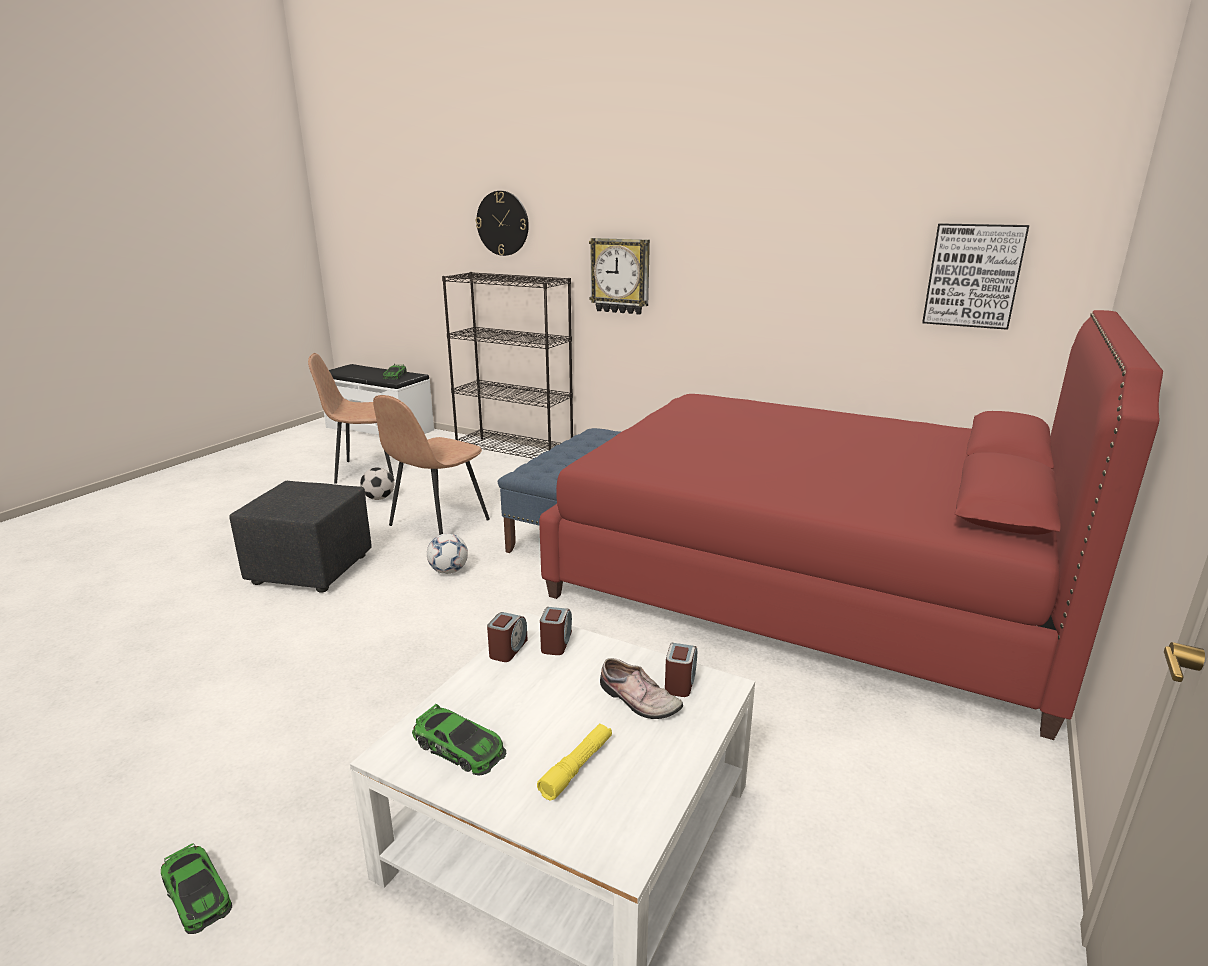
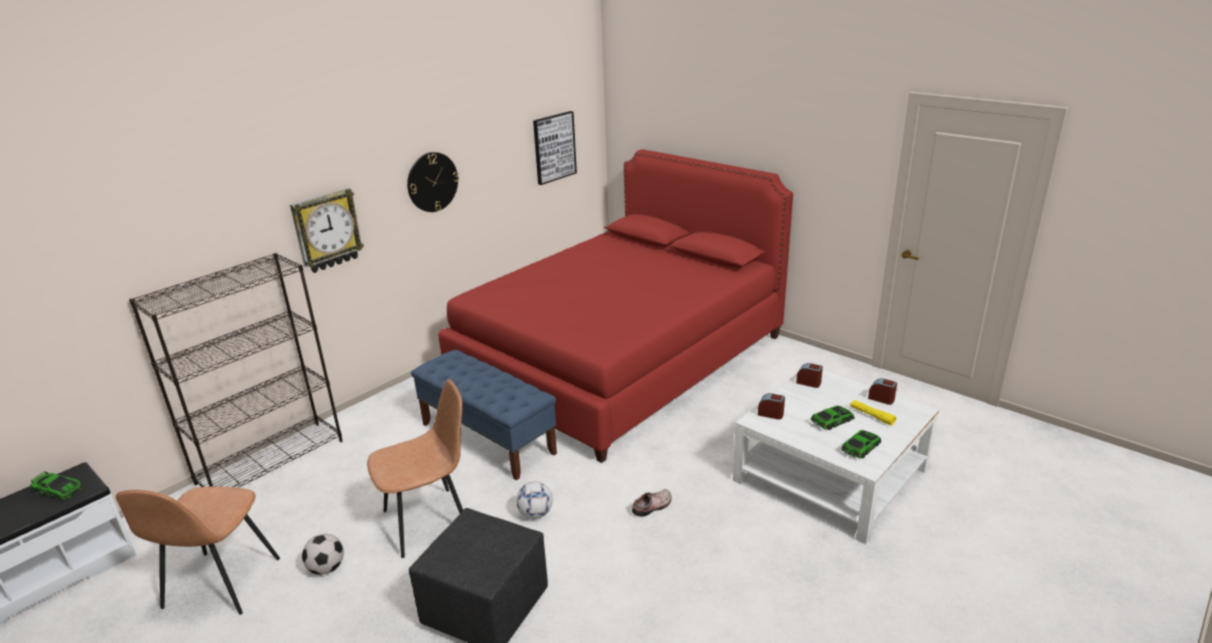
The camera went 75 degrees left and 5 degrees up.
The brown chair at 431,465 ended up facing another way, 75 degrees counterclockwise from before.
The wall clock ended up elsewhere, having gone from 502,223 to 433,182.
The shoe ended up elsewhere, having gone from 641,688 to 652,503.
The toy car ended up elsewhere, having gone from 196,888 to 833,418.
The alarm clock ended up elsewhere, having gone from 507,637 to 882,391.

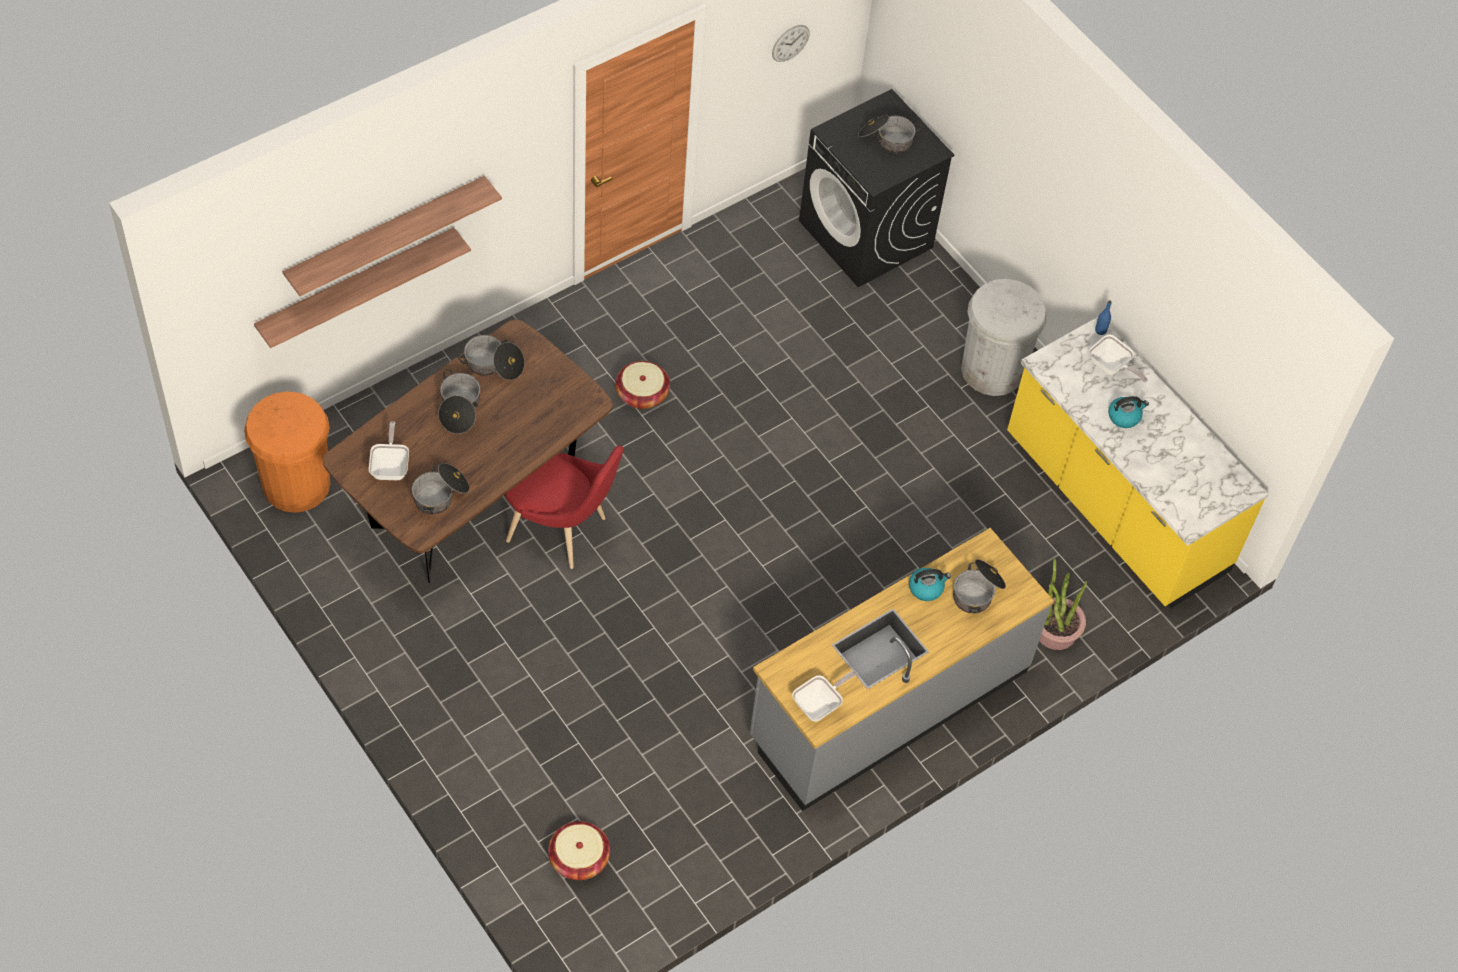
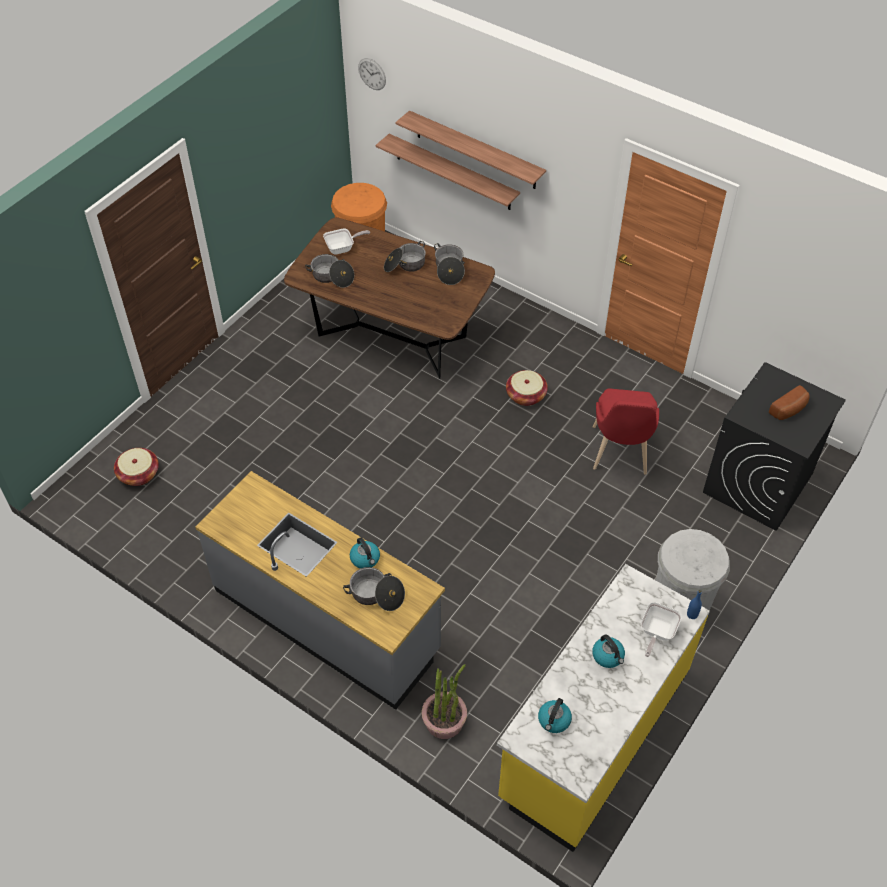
The camera went 75 degrees right and 5 degrees down.
The wall clock ended up elsewhere, having gone from 791,43 to 372,74.
The second view gained the kettle at 555,715.
The red chair ended up elsewhere, having gone from 564,507 to 626,431.
Where the cooking pot stood at 890,134, the bread came to stand at 789,402.
The second view lost the frying pan at 825,696.

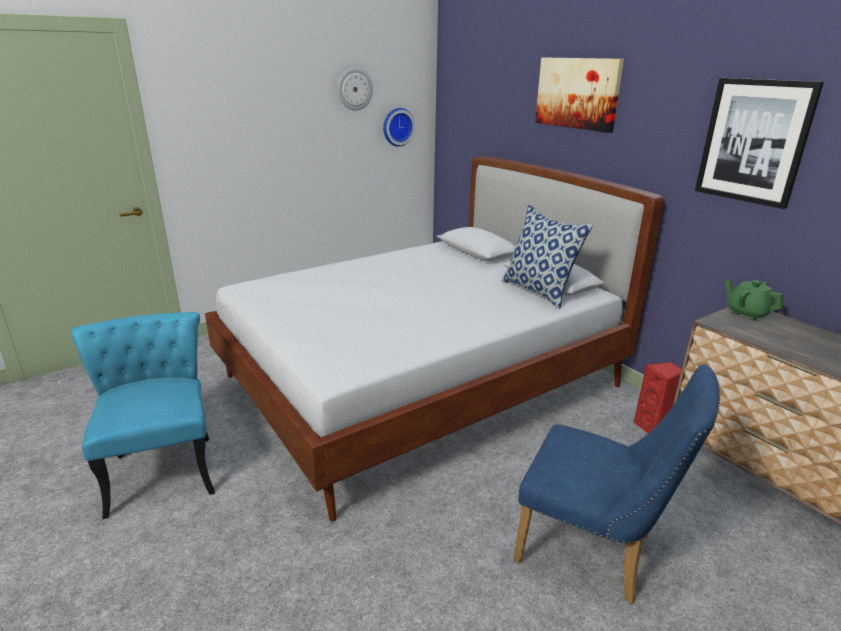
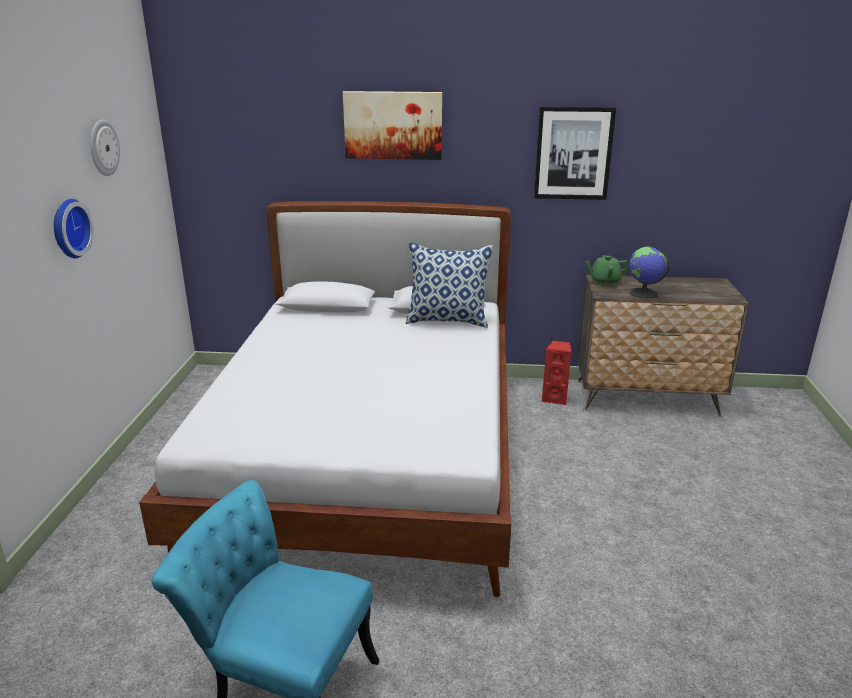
The camera went 50 degrees left and 0 degrees up.
The wall clock ended up elsewhere, having gone from 399,127 to 74,228.
The second view gained the globe at 649,273.
The second view lost the blue chair at 617,484.

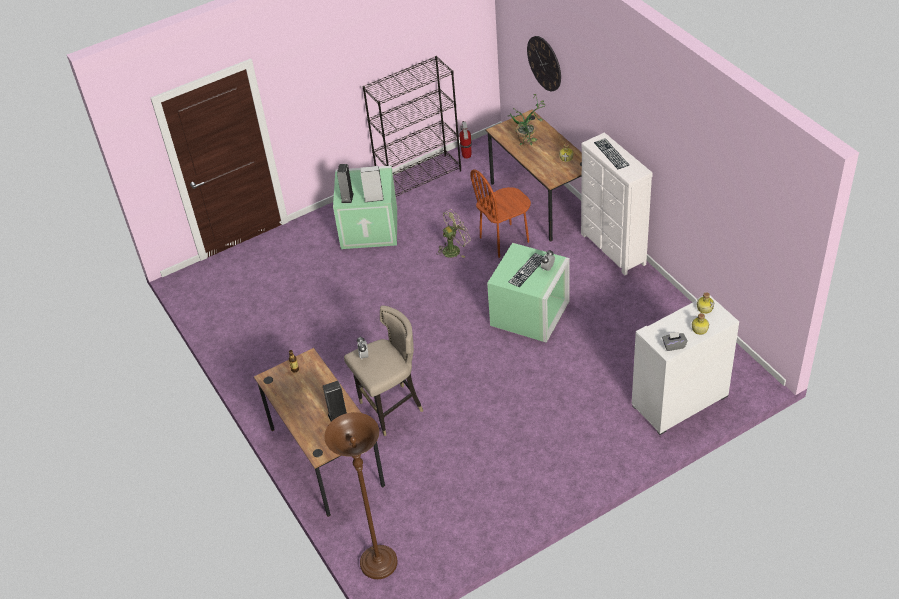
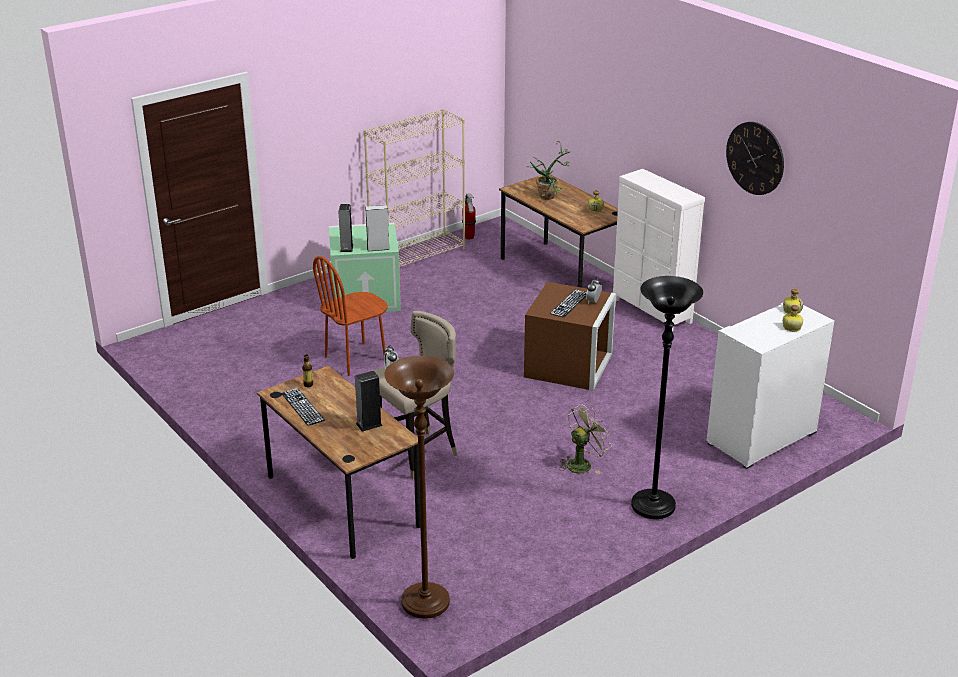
The camera went 10 degrees left and 15 degrees down.
The keyboard ended up elsewhere, having gone from 611,153 to 303,407.
The brown chair ended up elsewhere, having gone from 500,213 to 350,316.
What was the black bookcase at 411,126 turned into the beige bookcase at 414,188.
What was the green storage box at 528,293 turned into the brown storage box at 570,336.
The green fan ended up elsewhere, having gone from 454,233 to 585,439.
The second view gained the black floor lamp at 667,397.
The wall clock ended up elsewhere, having gone from 544,63 to 755,158.
The second view lost the grey tissue box at 675,341.

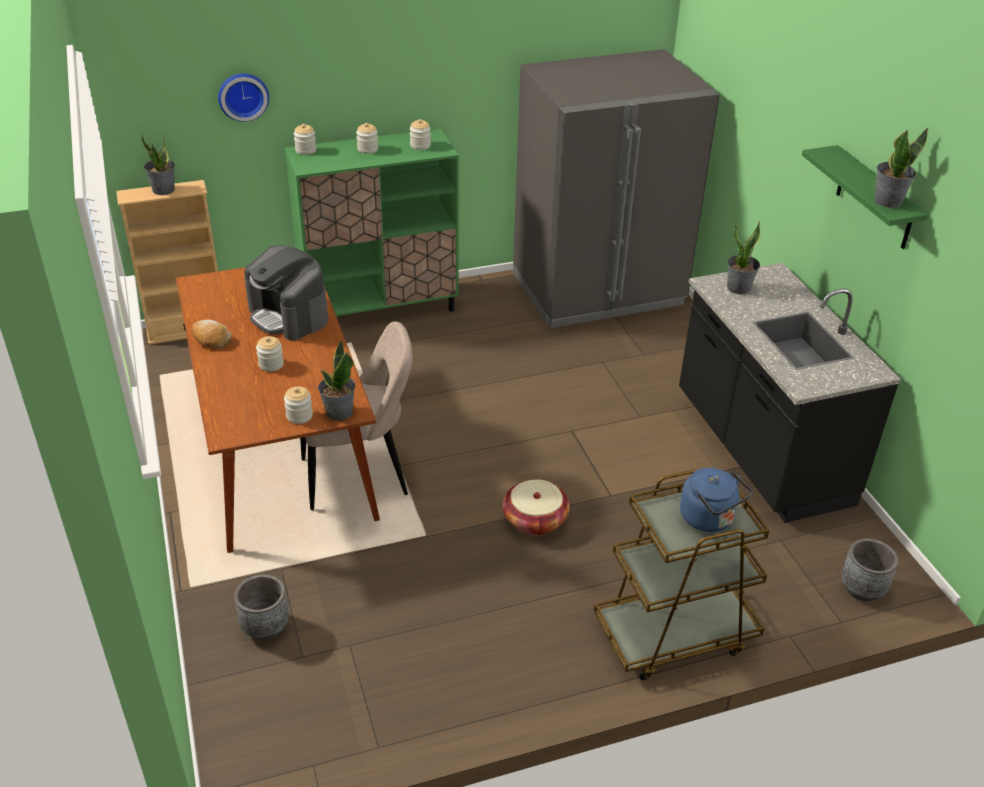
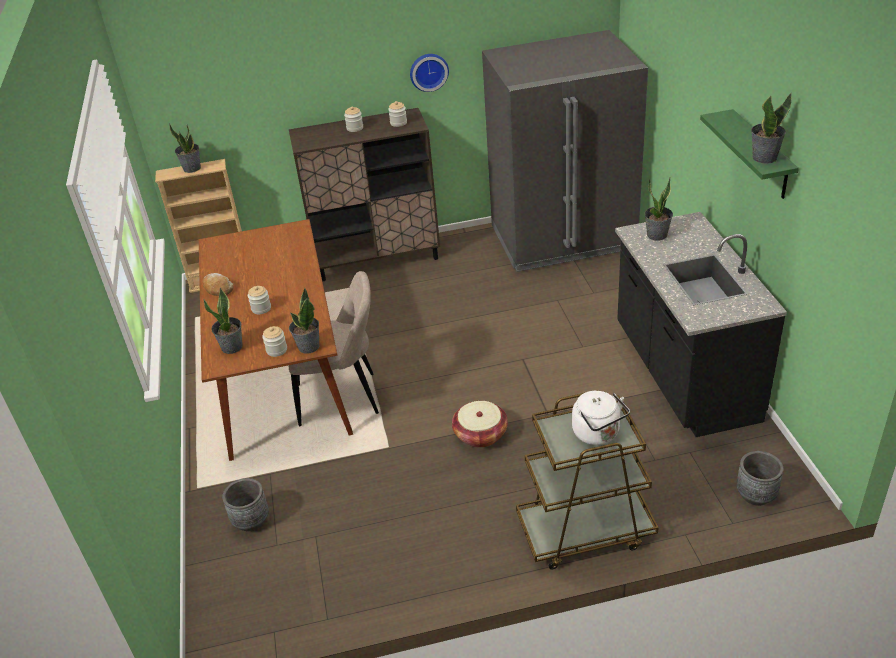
The camera went 10 degrees right and 0 degrees up.
The second view gained the potted plant at 223,320.
What was the green cabinet at 372,222 turned into the brown cabinet at 364,194.
The wall clock ended up elsewhere, having gone from 243,97 to 429,73.
What was the blue kettle at 716,500 turned into the white kettle at 601,418.
The second view lost the coffee machine at 286,292.
The second view lost the jar at 305,139.

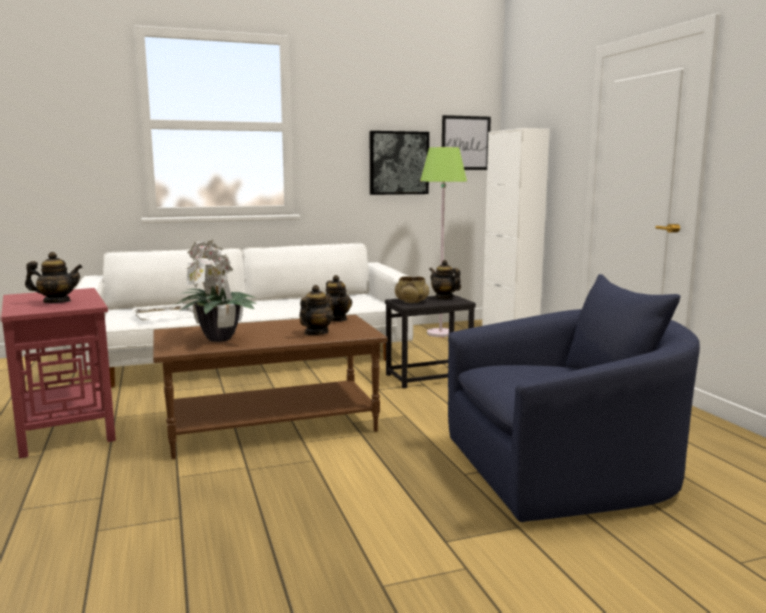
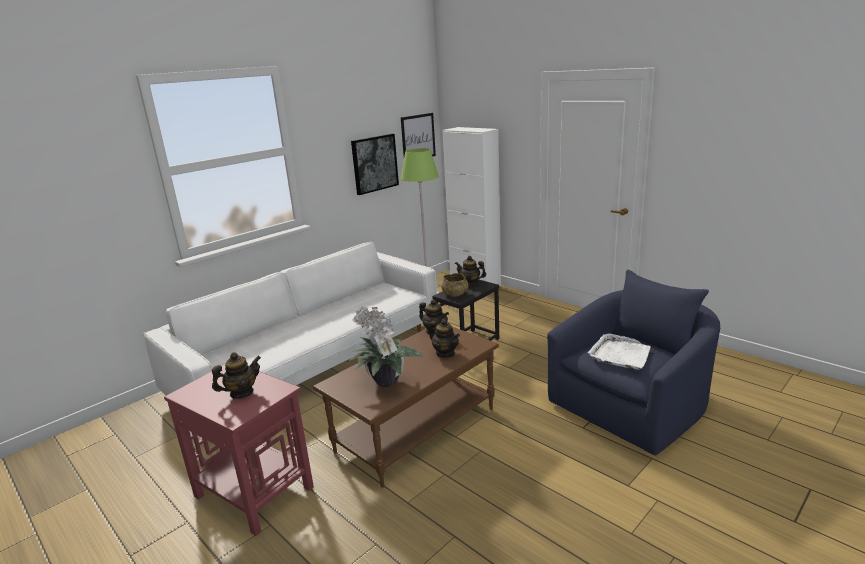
The camera went 25 degrees left and 10 degrees up.
The teapot at 316,310 ended up facing another way, 135 degrees clockwise from before.
The white tray ended up elsewhere, having gone from 163,312 to 619,351.

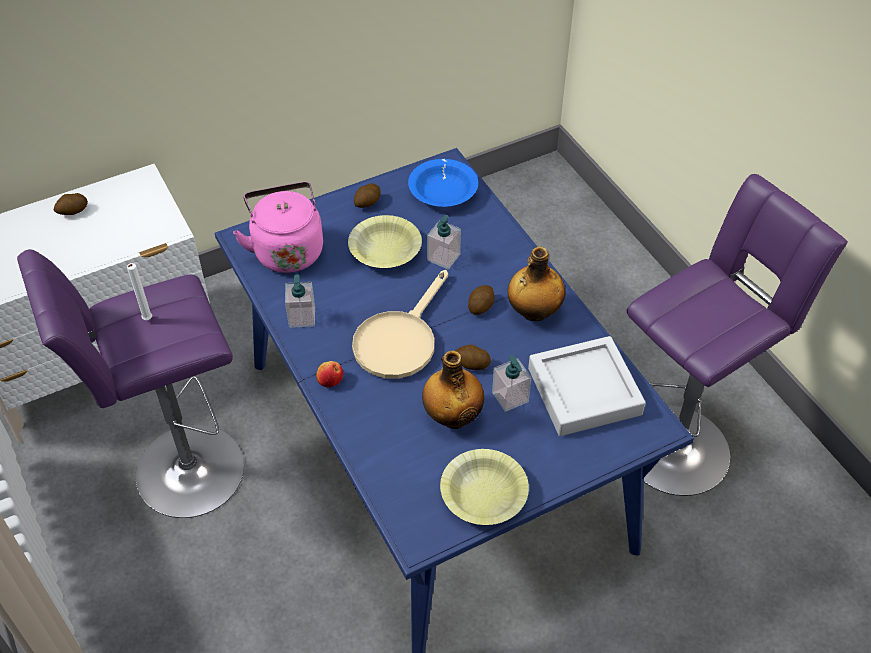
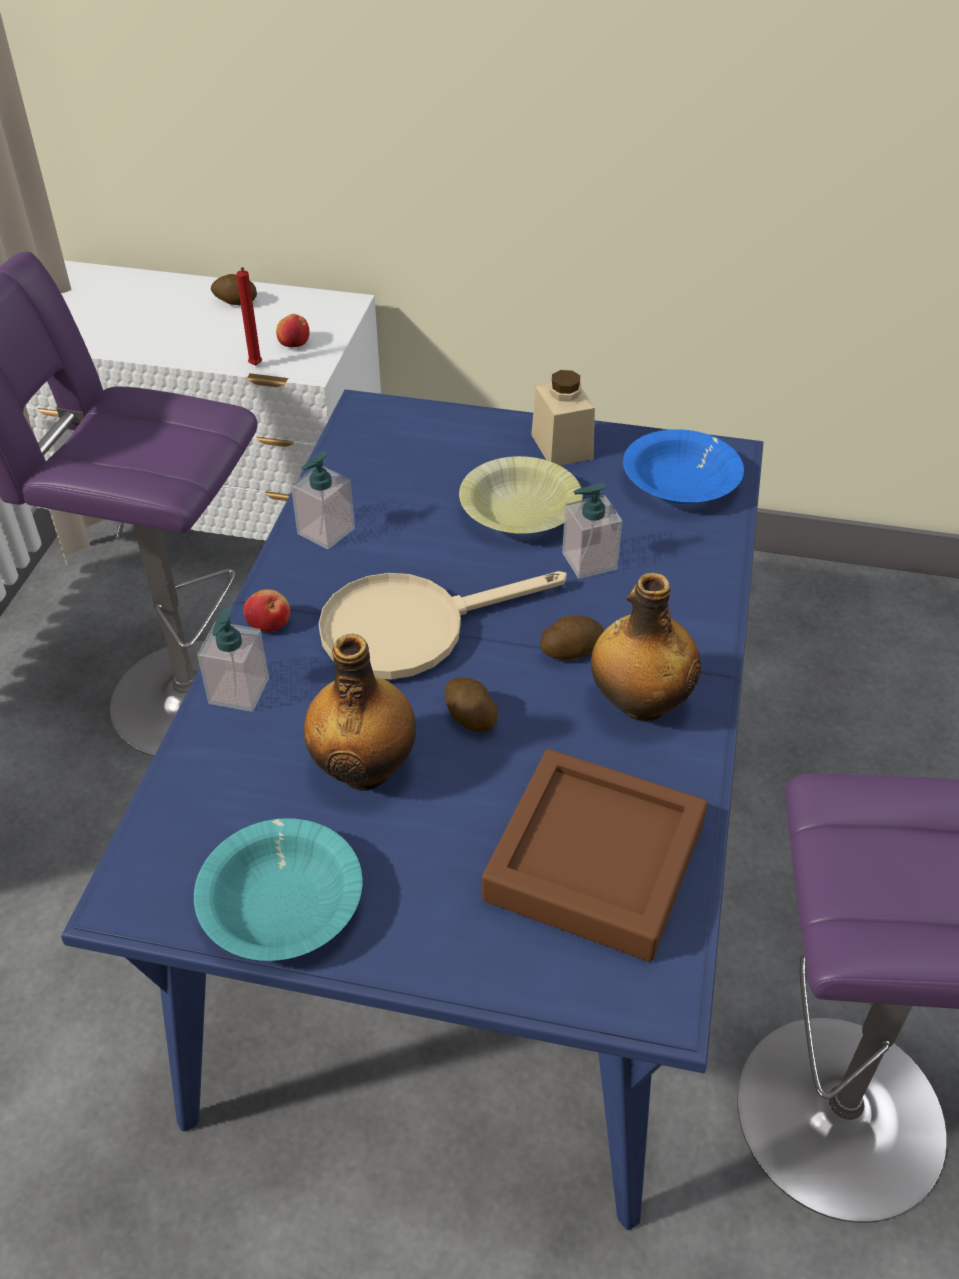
The camera went 40 degrees right and 5 degrees down.
What was the yellow bowl at 484,487 turned into the turquoise bowl at 278,889.
The soap dispenser ended up elsewhere, having gone from 511,383 to 233,660.
The second view gained the red candle at 249,316.
The second view gained the apple at 293,330.
What was the grey tray at 587,386 turned into the brown tray at 595,855.
Where the potato stood at 367,195, the beige jar came to stand at 563,417.
The second view lost the white candle at 139,291.
The second view lost the pink kettle at 278,227.

